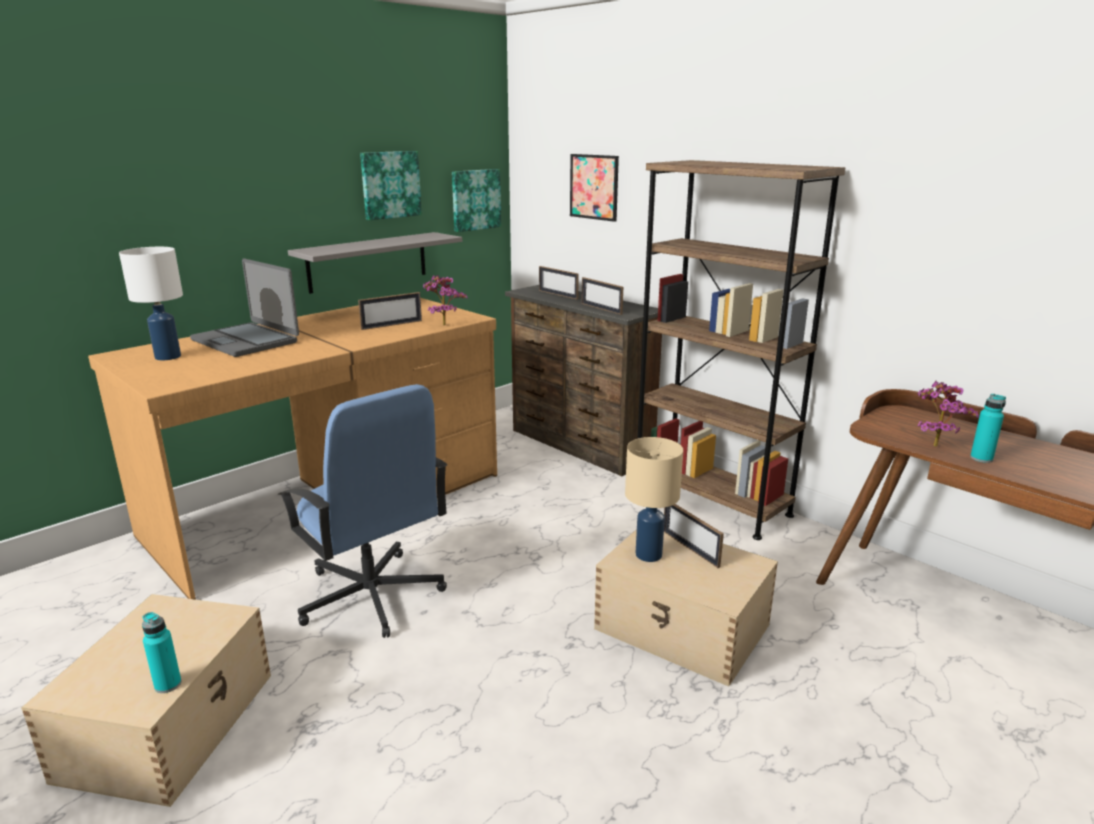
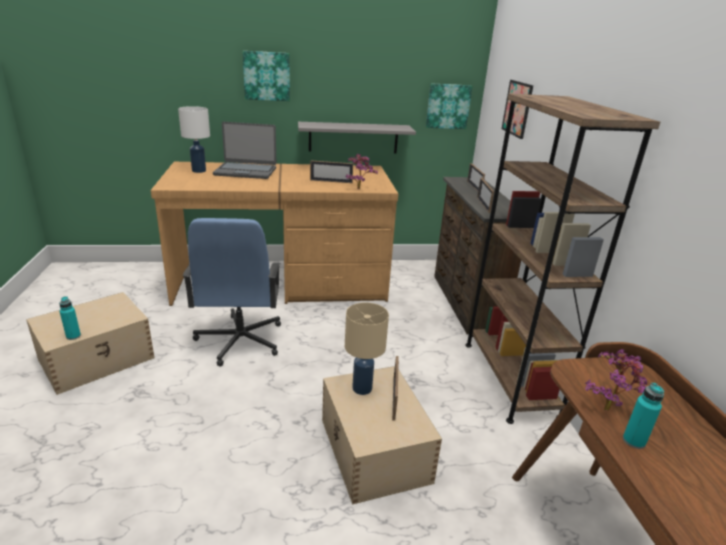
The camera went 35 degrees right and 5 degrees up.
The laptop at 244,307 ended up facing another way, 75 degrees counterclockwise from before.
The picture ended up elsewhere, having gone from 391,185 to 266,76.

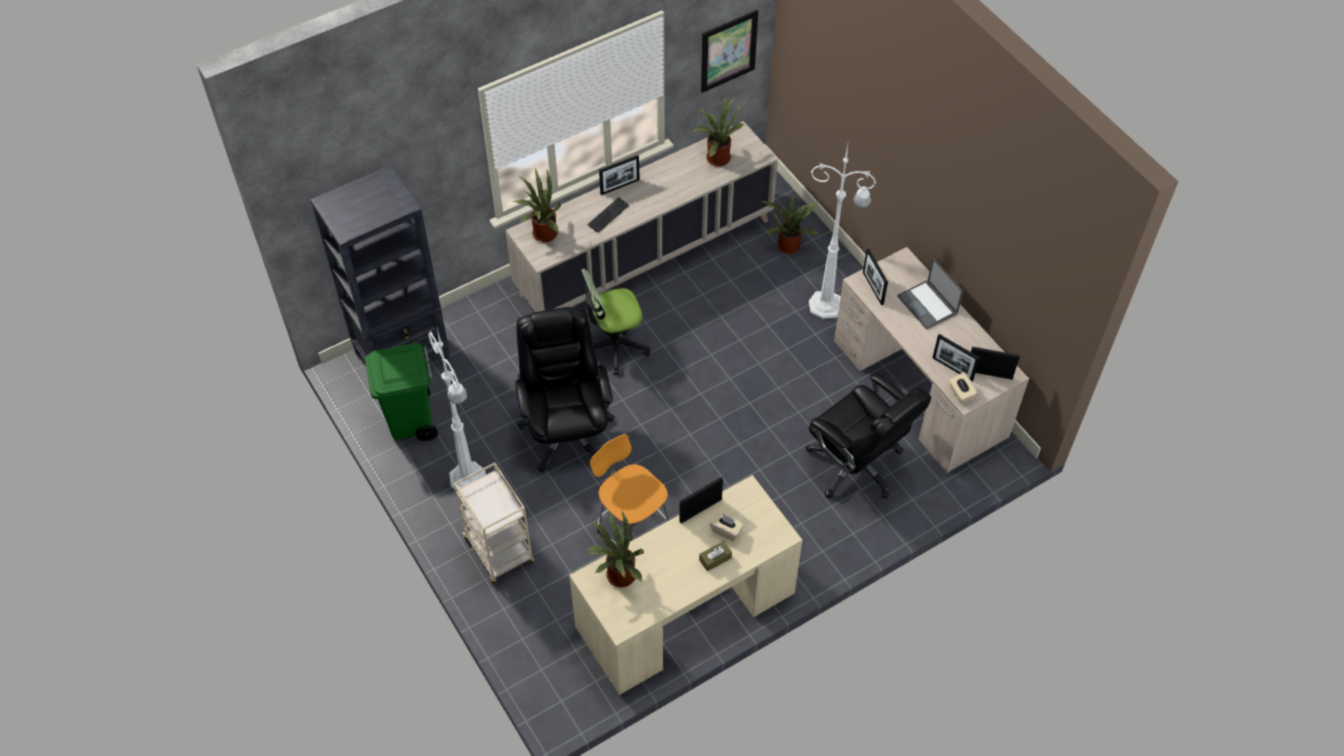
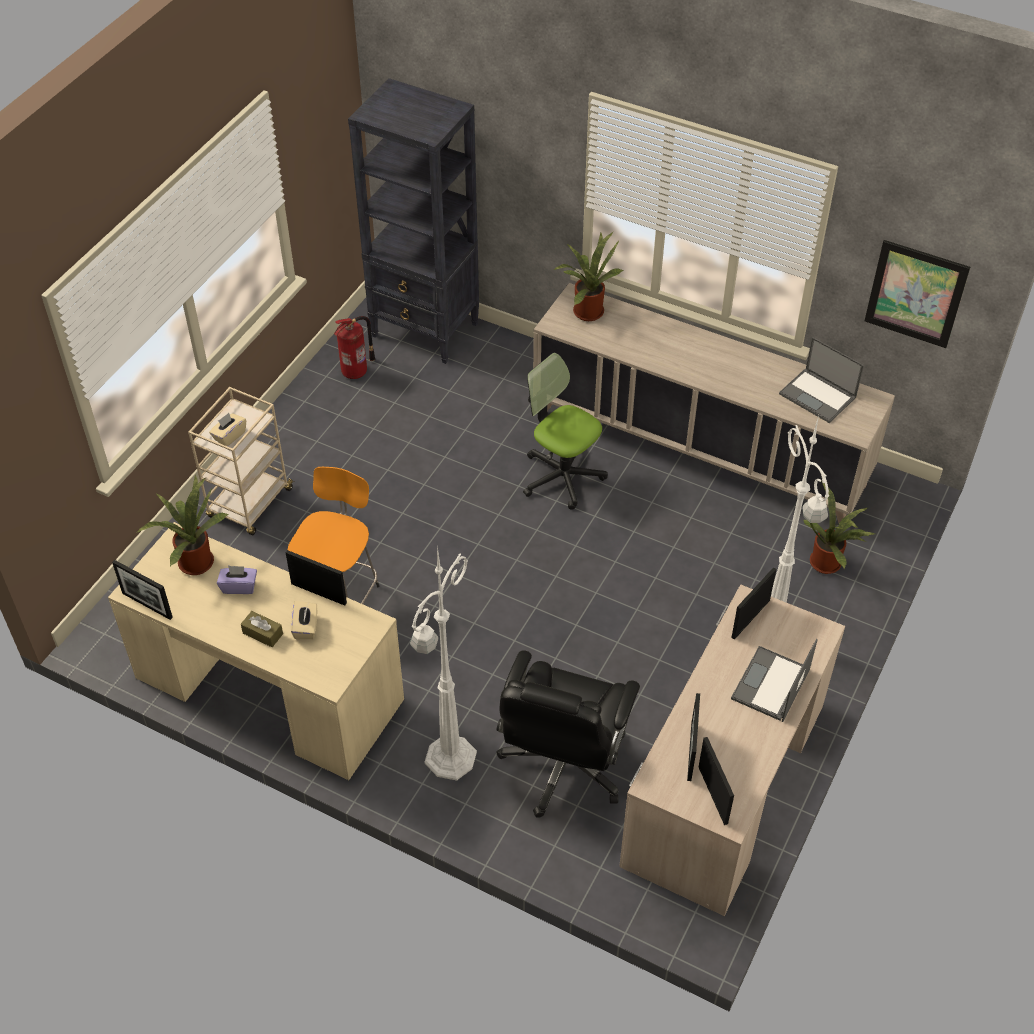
The camera went 60 degrees right and 5 degrees down.
The picture frame ended up elsewhere, having gone from 619,175 to 142,590.
The beige tissue box ended up elsewhere, having gone from 963,388 to 227,429.
The second view gained the purple tissue box at 237,579.
Where the green trash can stood at 401,392, the fire extinguisher came to stand at 354,347.
The white floor lamp ended up elsewhere, having gone from 457,409 to 443,663.
Where the potted plant stood at 718,131, the laptop came to stand at 821,380.
The second view lost the black office chair at 565,389.
The second view lost the keyboard at 608,215.

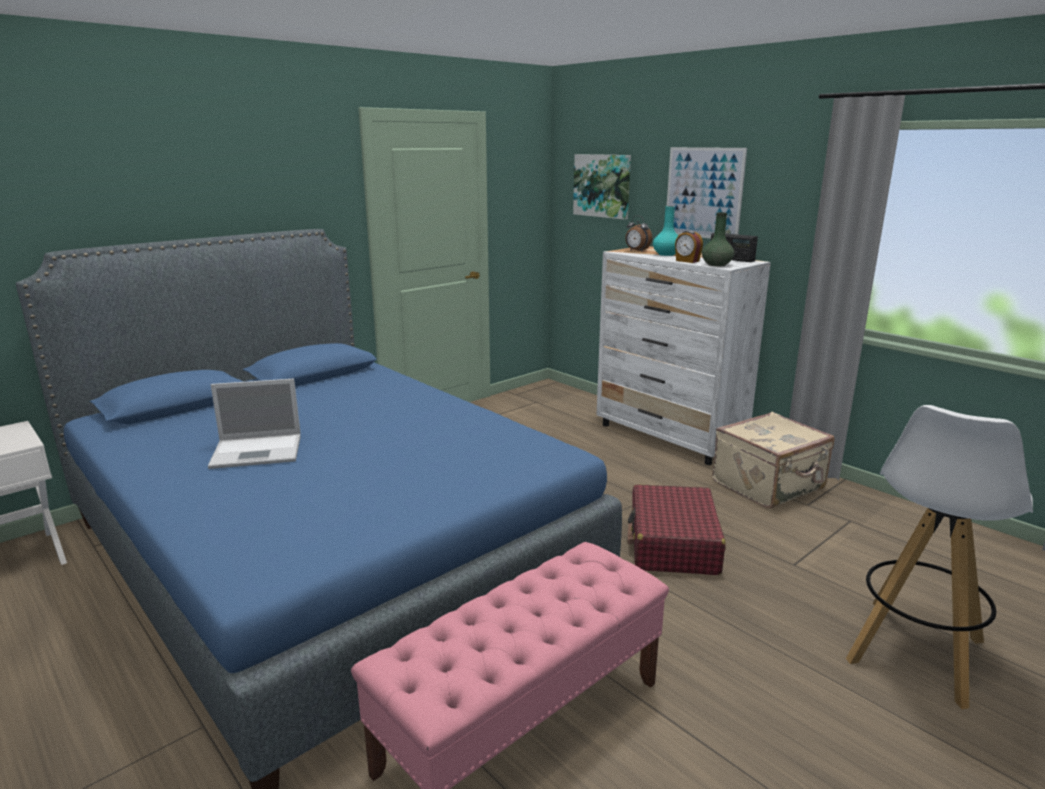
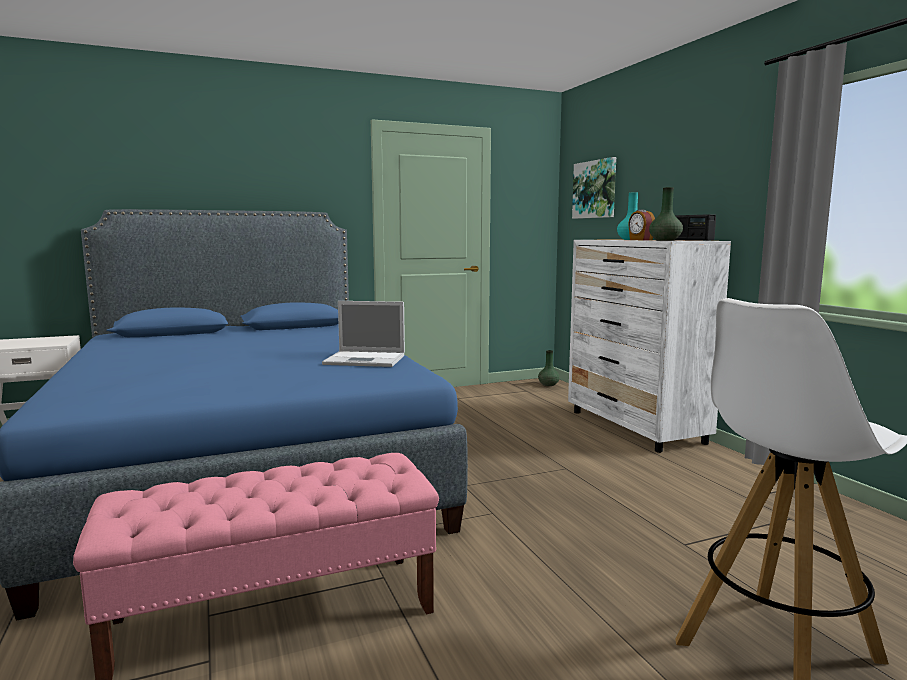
The camera went 20 degrees right and 10 degrees down.
The laptop ended up elsewhere, having gone from 254,424 to 363,334.
The second view gained the green vase at 549,368.
The second view lost the alarm clock at 638,234.
The second view lost the red suitcase at 677,529.
The second view lost the picture at 707,193.
The second view lost the beige suitcase at 773,460.

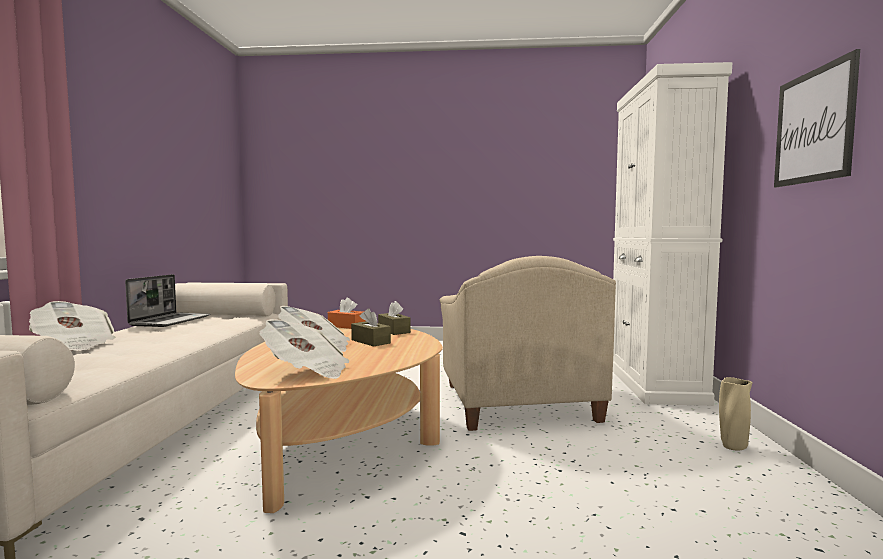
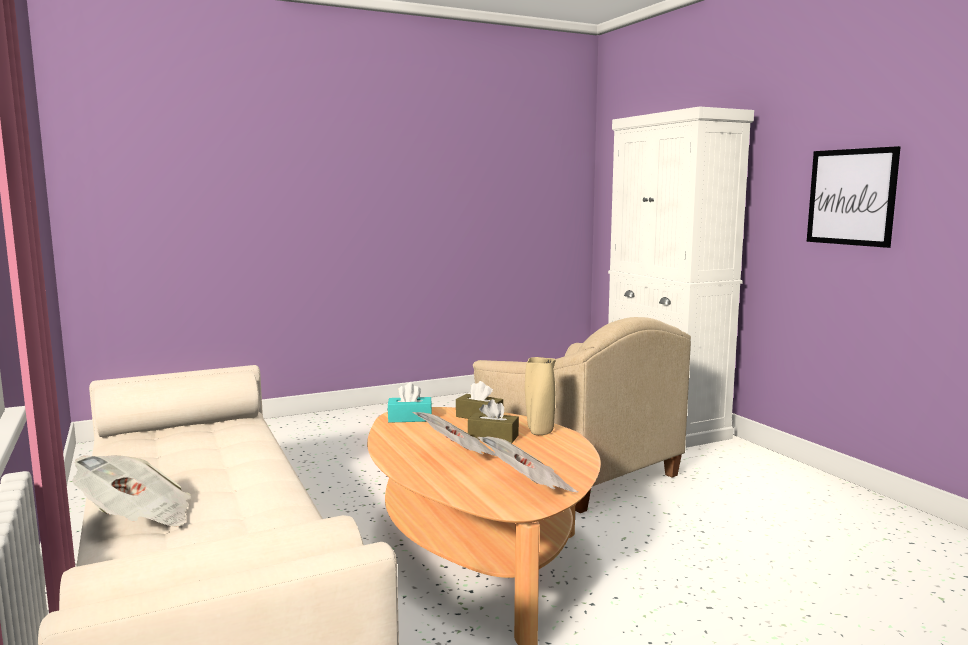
The camera went 30 degrees left and 5 degrees up.
What was the orange tissue box at 346,313 turned into the turquoise tissue box at 409,403.
The beige vase ended up elsewhere, having gone from 736,414 to 540,396.
The second view lost the laptop at 167,300.

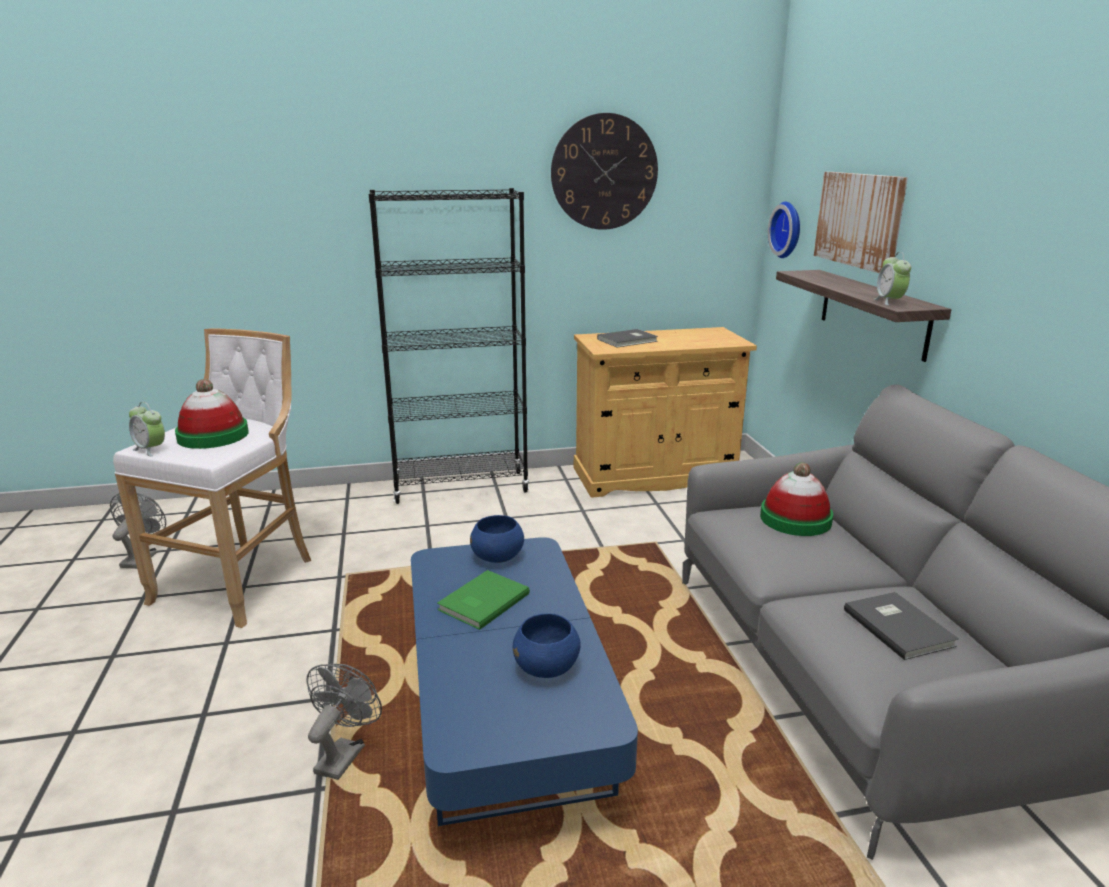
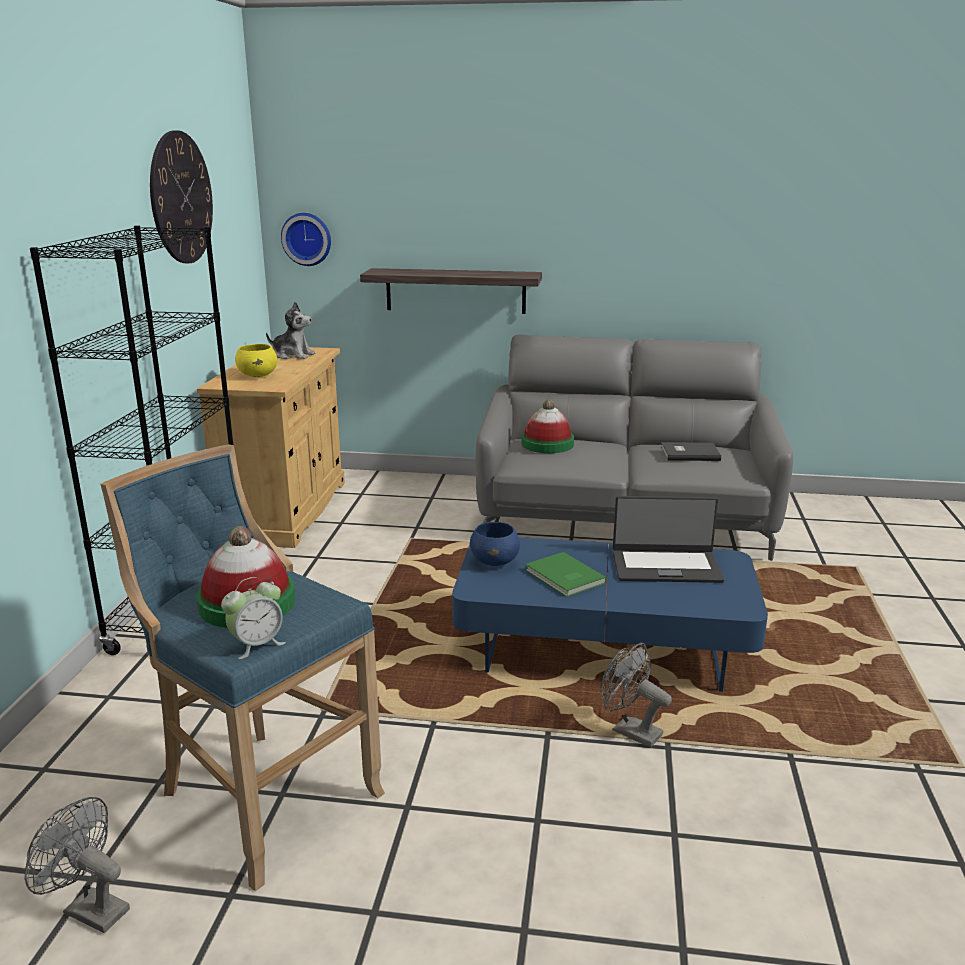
The camera went 70 degrees left and 0 degrees up.
What was the white stool at 212,478 turned into the blue stool at 242,668.
Where the grey book stood at 627,338, the yellow bowl came to stand at 256,360.
The second view gained the plush toy at 290,330.
Where the blue bowl stood at 547,646, the laptop came to stand at 669,539.
The second view lost the picture at 861,222.
The second view lost the alarm clock at 892,279.

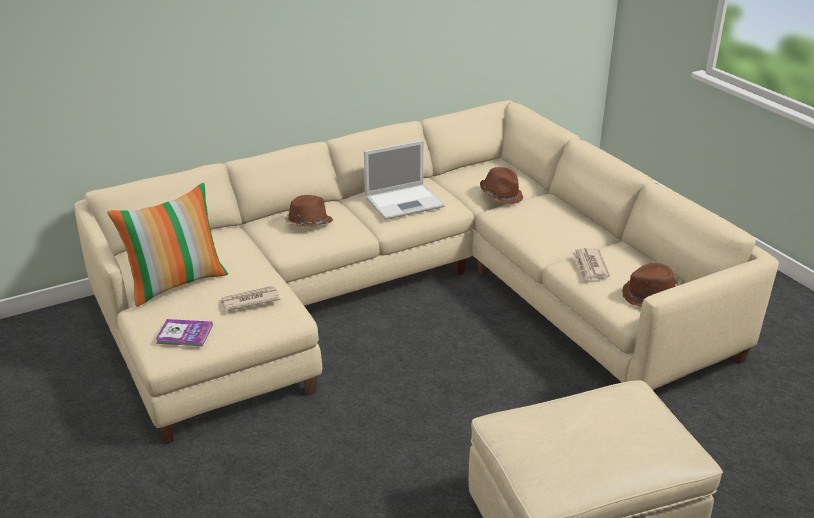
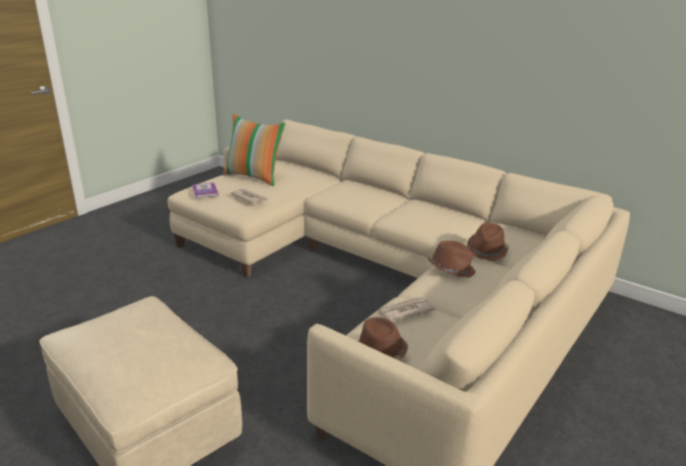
The camera went 65 degrees right and 5 degrees down.
The brown hat ended up elsewhere, having gone from 309,211 to 452,259.
The second view lost the laptop at 404,180.

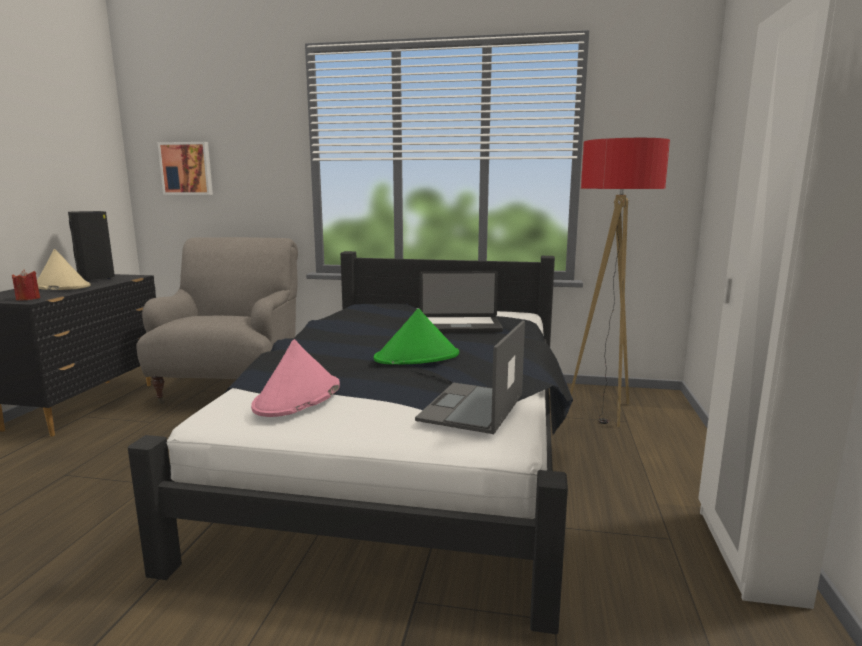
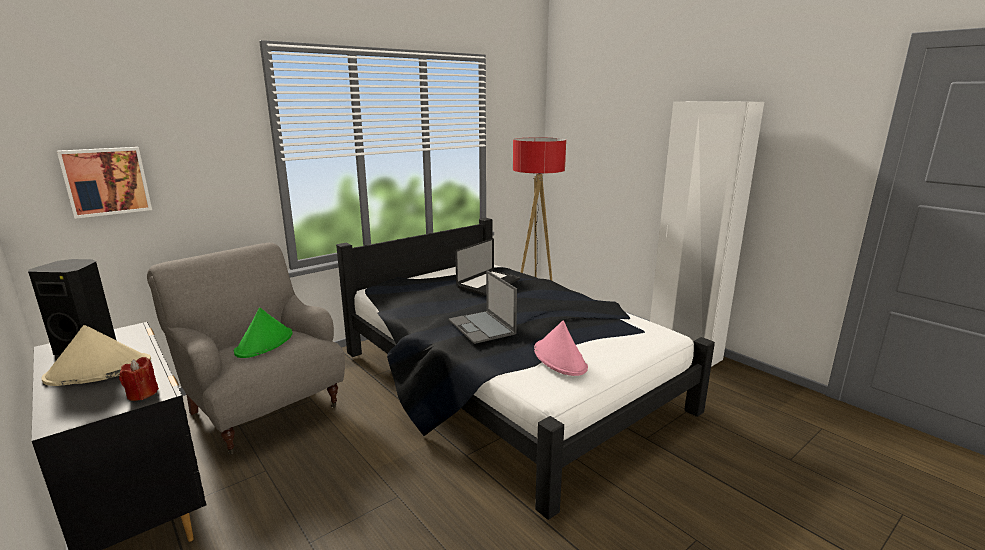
The camera went 50 degrees left and 5 degrees up.
The green hat ended up elsewhere, having gone from 416,336 to 263,333.
The laptop ended up elsewhere, having gone from 470,377 to 483,307.

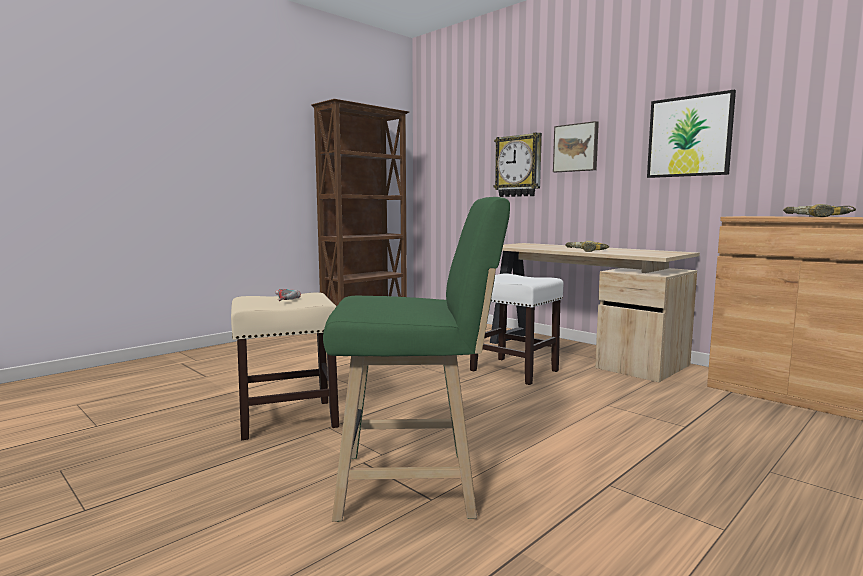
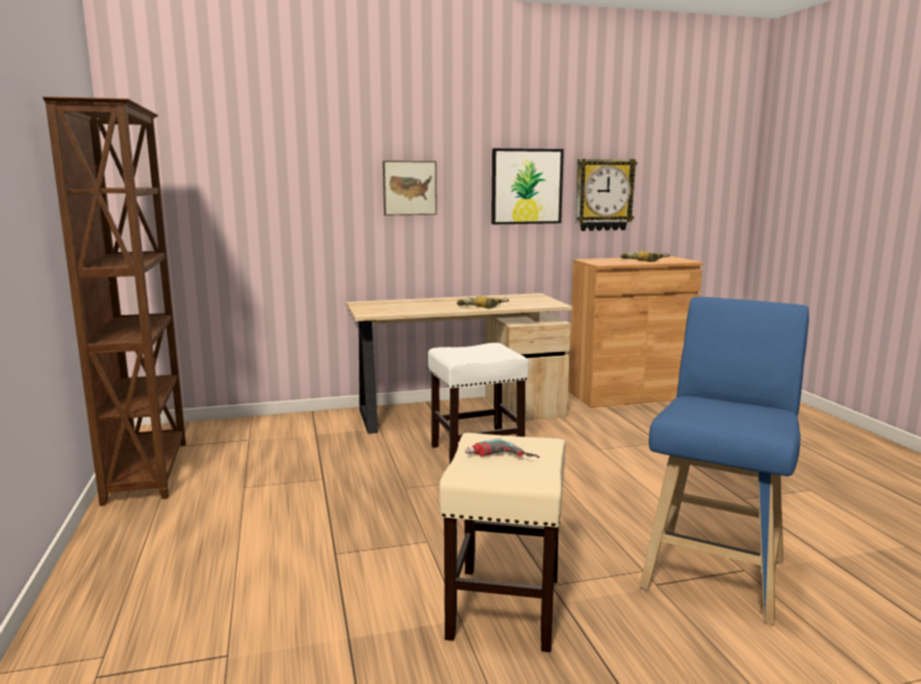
The camera went 60 degrees left and 5 degrees up.
The wall clock ended up elsewhere, having gone from 518,165 to 606,195.
What was the green stool at 416,359 turned into the blue stool at 724,461.

